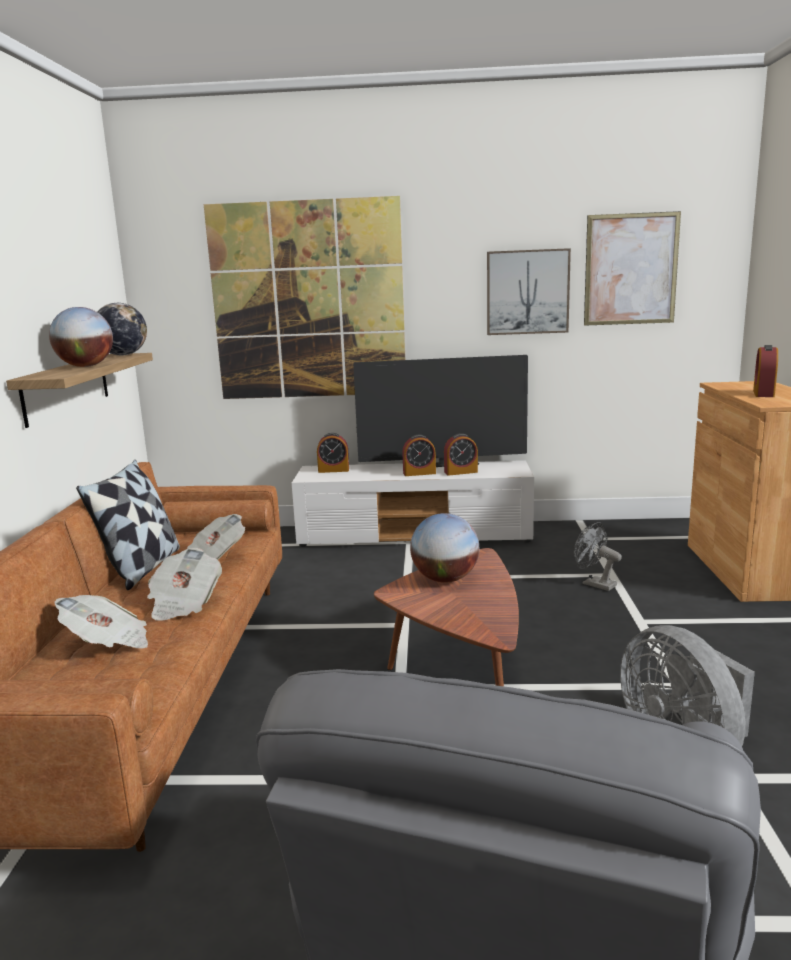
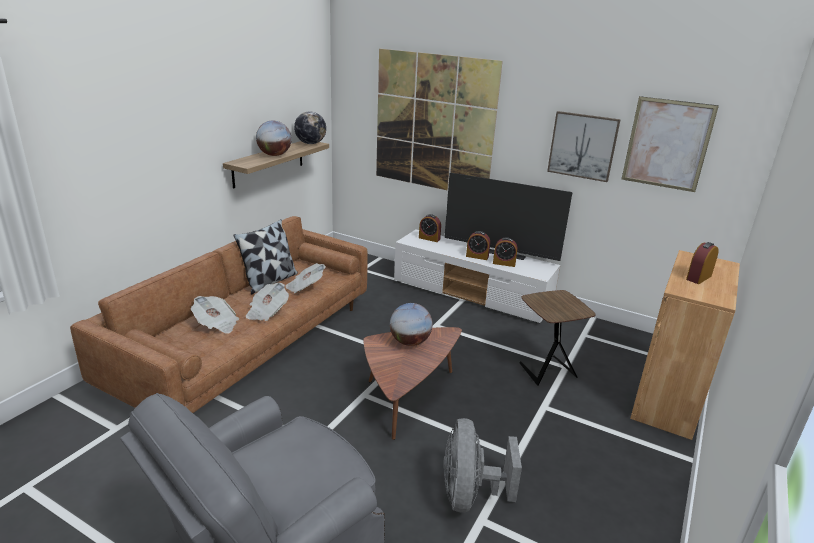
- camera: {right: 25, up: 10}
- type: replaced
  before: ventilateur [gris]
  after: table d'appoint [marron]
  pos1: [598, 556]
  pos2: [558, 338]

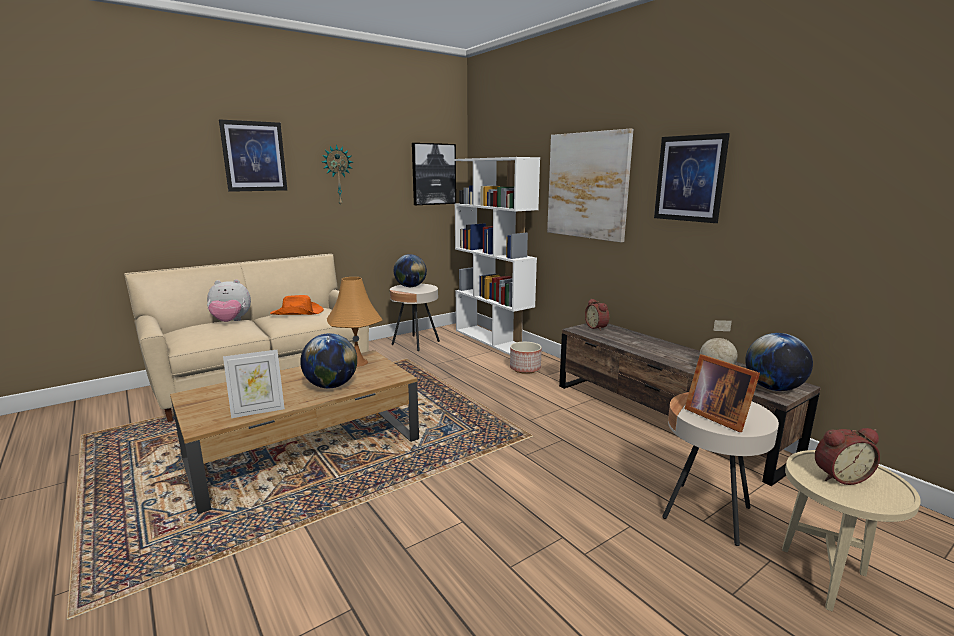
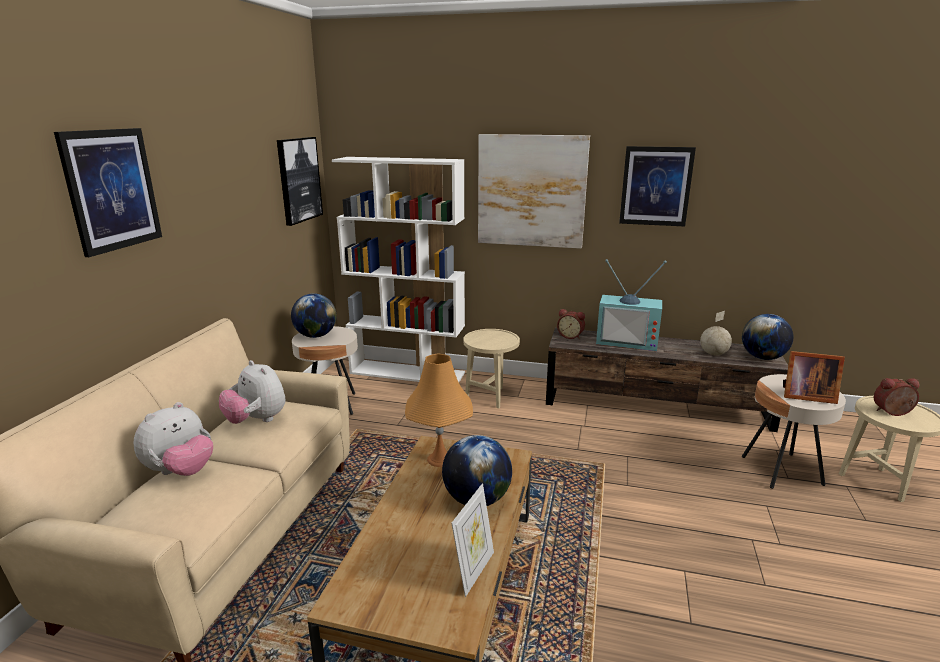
- camera: {right: -40, up: 5}
- type: replaced
  before: chapeau [orange]
  after: peluche
  pos1: [297, 305]
  pos2: [252, 392]
- type: replaced
  before: cache-pot
  after: table d'appoint [beige]
  pos1: [526, 358]
  pos2: [491, 369]
- type: added
  after: téléviseur
  pos2: [631, 305]
- type: turned
  before: réveil
  pos1: [847, 456]
  pos2: [896, 397]
  turn: -135
- type: removed
  before: horloge murale
  pos1: [337, 174]

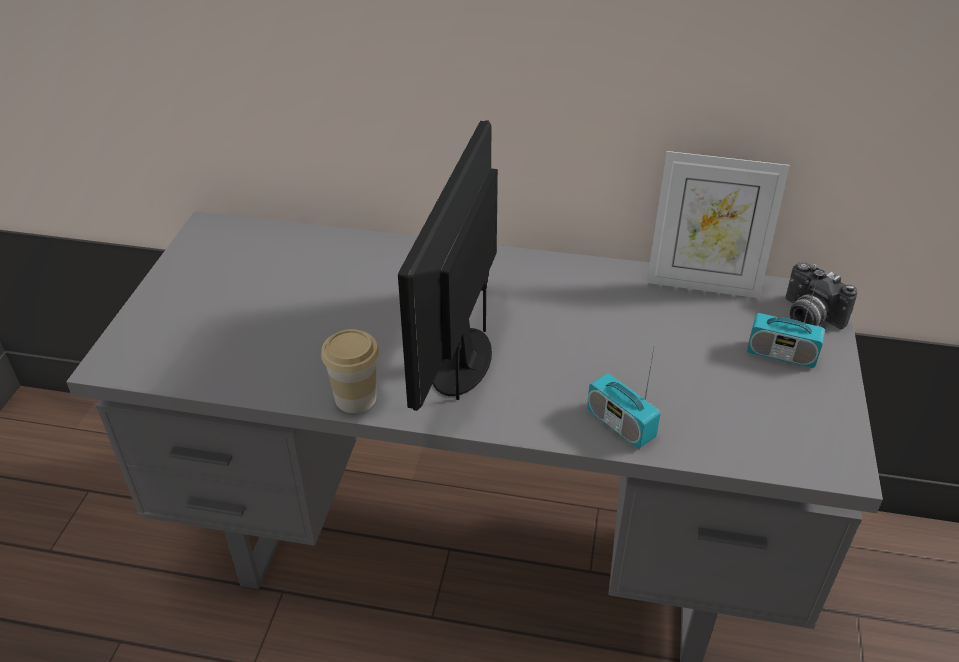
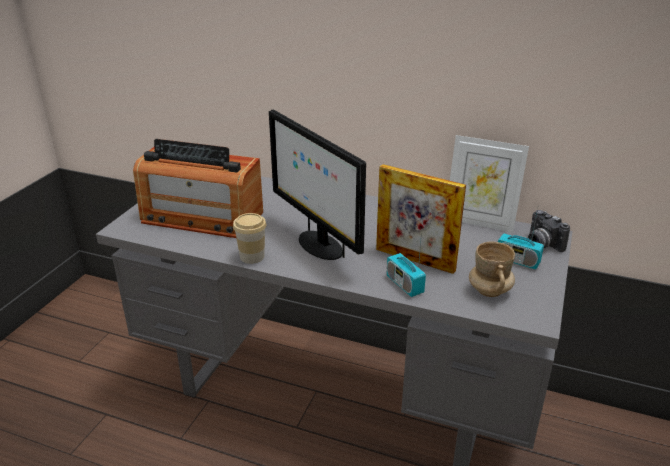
- camera: {right: 10, up: -10}
- type: added
  after: radio
  pos2: [198, 188]
- type: turned
  before: écran d'ordinateur
  pos1: [448, 265]
  pos2: [317, 184]
  turn: -60
- type: added
  after: cadre photo
  pos2: [421, 219]
- type: added
  after: mug [beige]
  pos2: [492, 269]

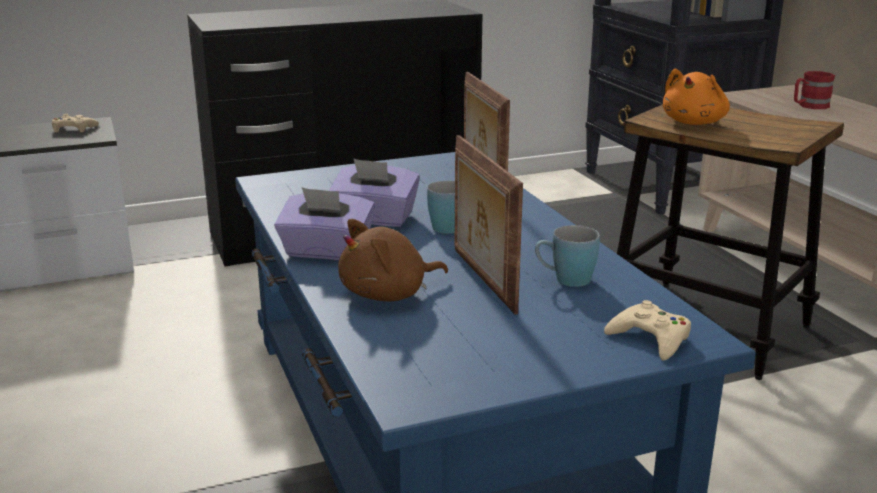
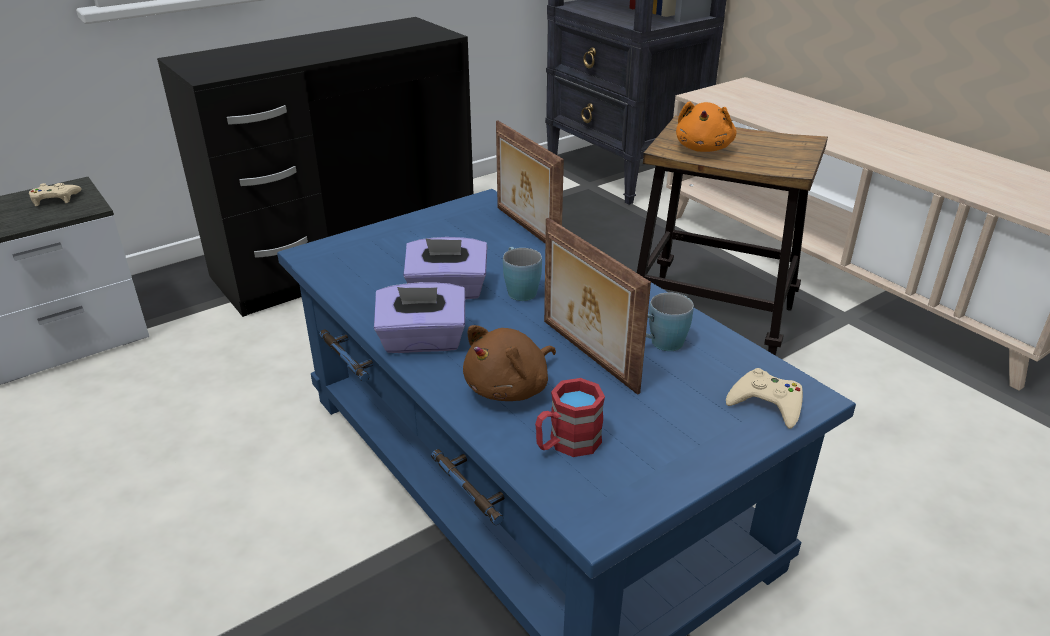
- camera: {right: -15, up: 10}
- type: moved
  before: mug [rouge]
  pos1: [814, 90]
  pos2: [570, 417]

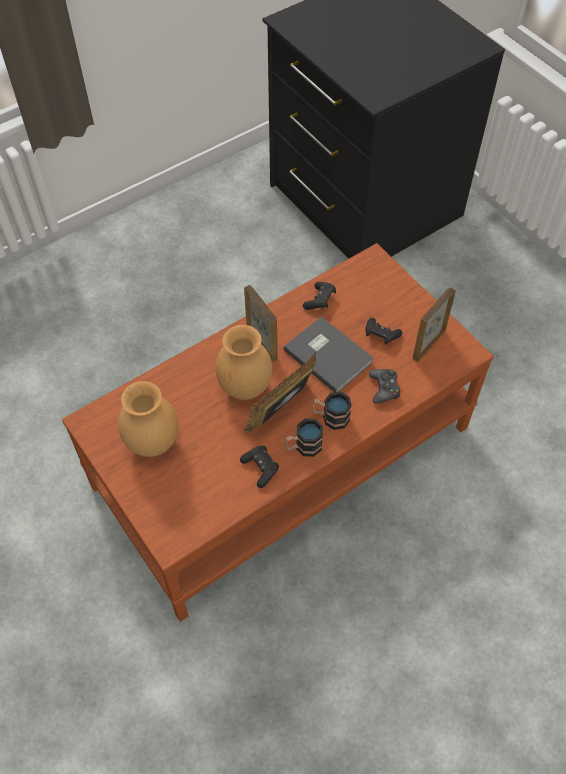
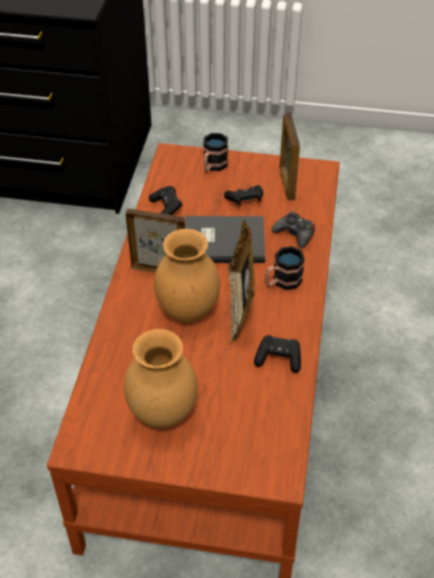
- camera: {right: -45, up: -10}
- type: moved
  before: mug
  pos1: [303, 438]
  pos2: [215, 152]

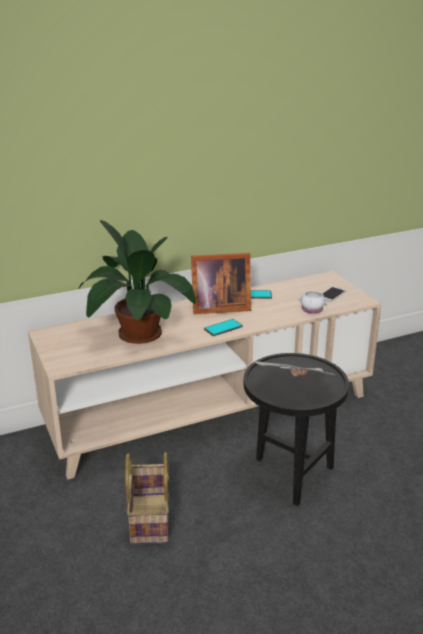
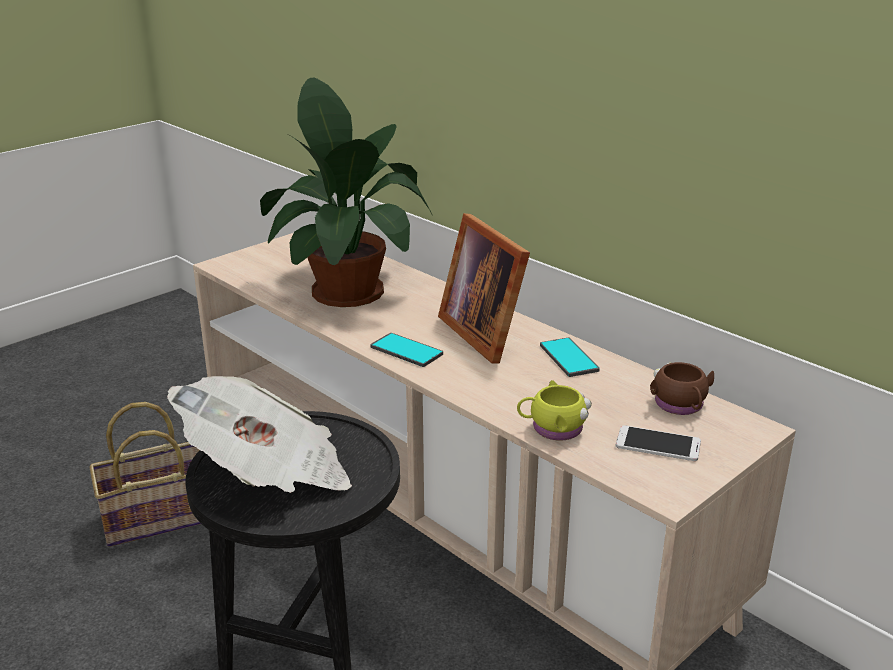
- camera: {right: 70, up: 0}
- type: recoloured
  before: mug [blanc]
  after: mug [jaune]
  pos1: [312, 302]
  pos2: [554, 410]
- type: added
  after: mug [marron]
  pos2: [682, 388]

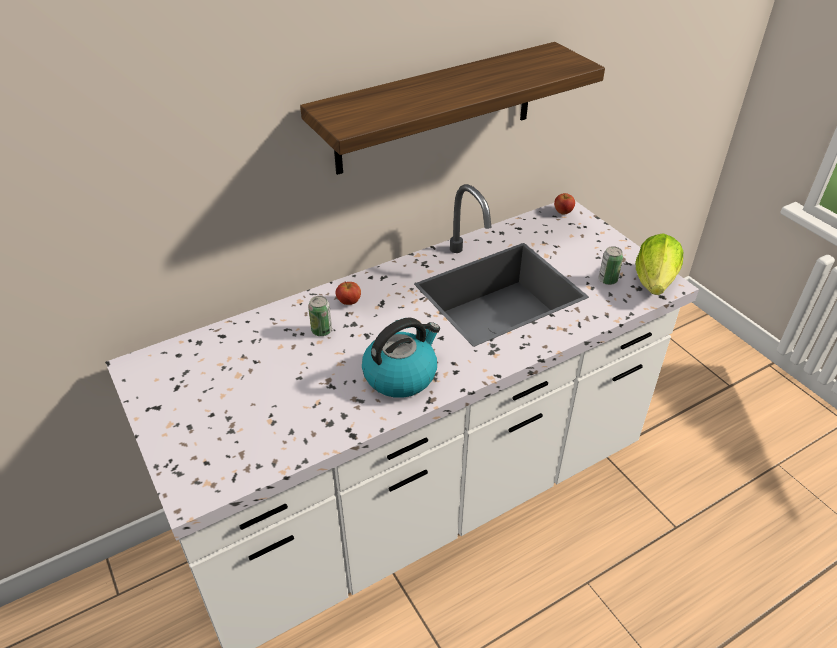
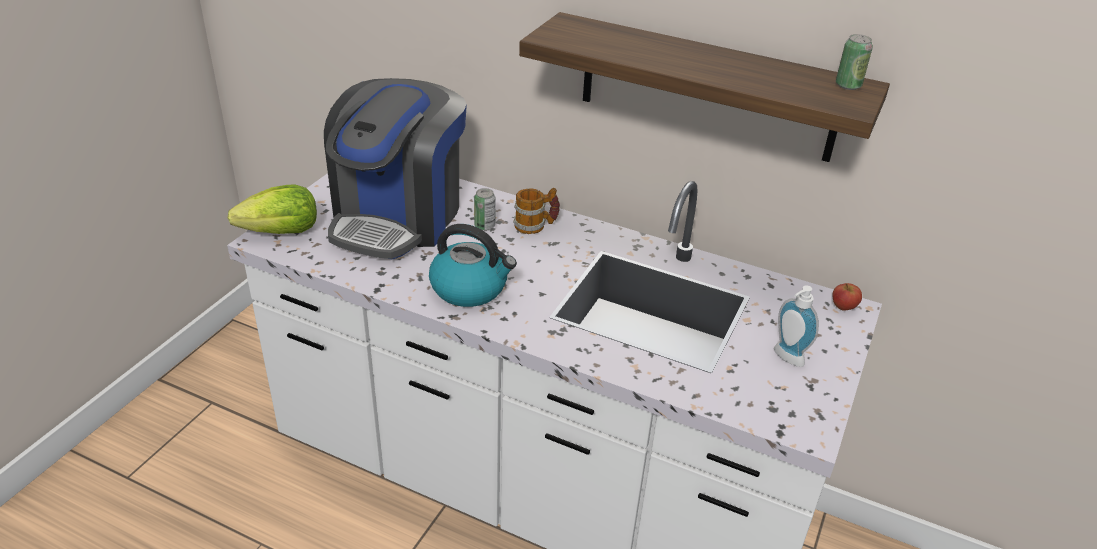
- camera: {right: 55, up: -5}
- type: moved
  before: laitue
  pos1: [659, 264]
  pos2: [272, 209]
- type: added
  after: machine à café
  pos2: [395, 169]
- type: replaced
  before: pomme
  after: mug
  pos1: [348, 293]
  pos2: [536, 211]
- type: added
  after: distributeur de savon
  pos2: [796, 326]
- type: moved
  before: boîte métallique
  pos1: [611, 265]
  pos2: [854, 62]

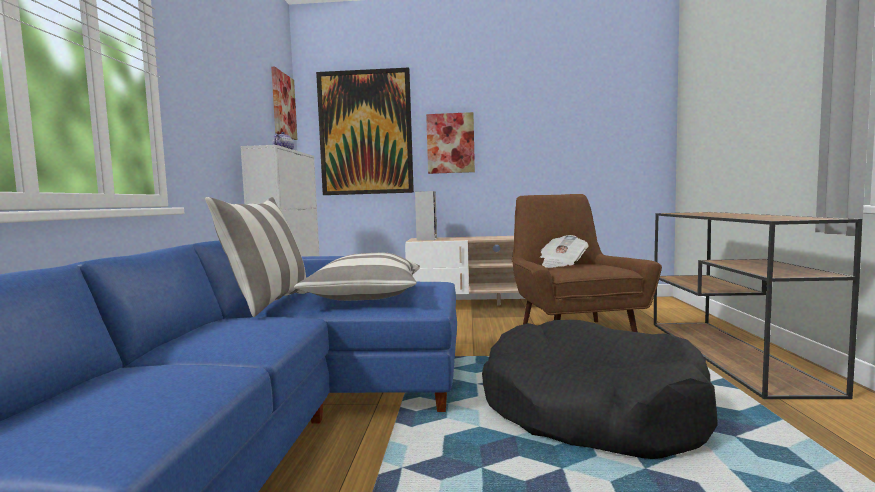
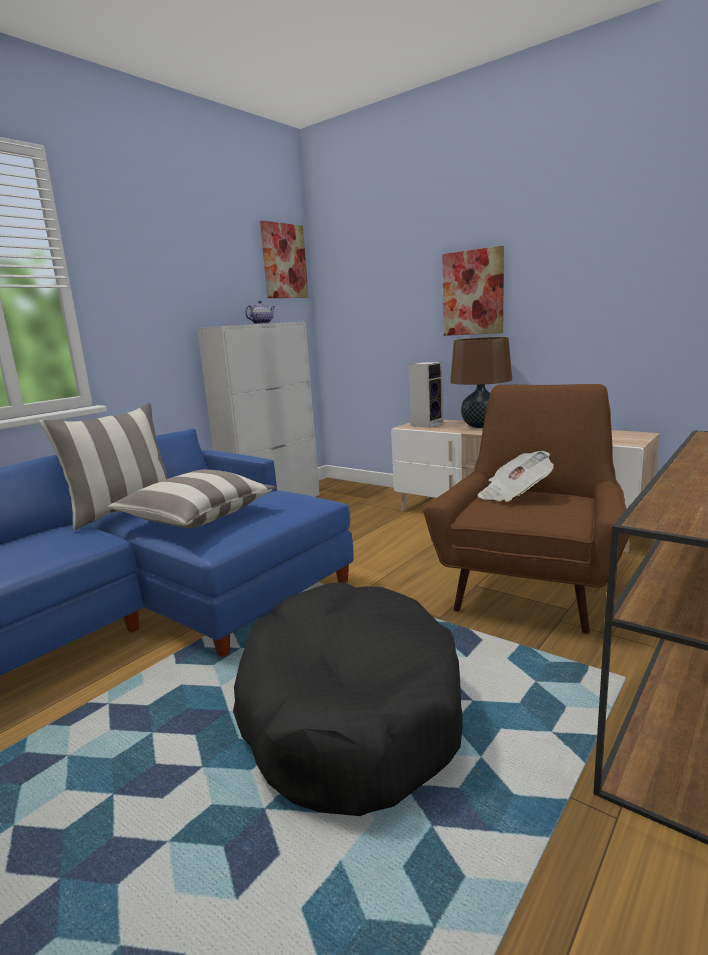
- camera: {right: 35, up: 10}
- type: added
  after: lampe de table [marron]
  pos2: [481, 382]
- type: removed
  before: tableau
  pos1: [365, 131]

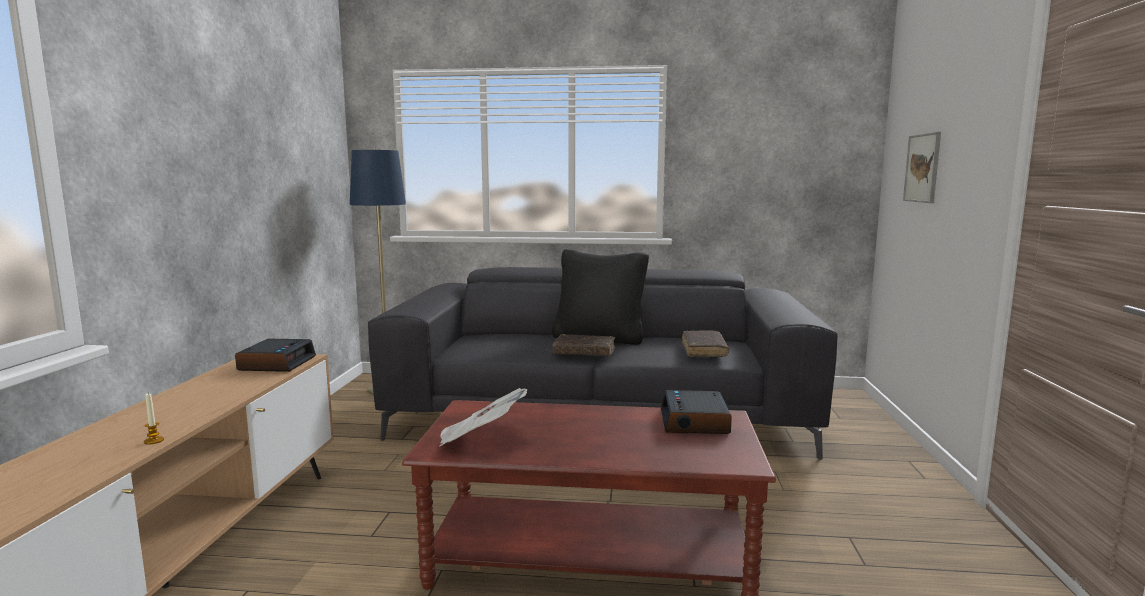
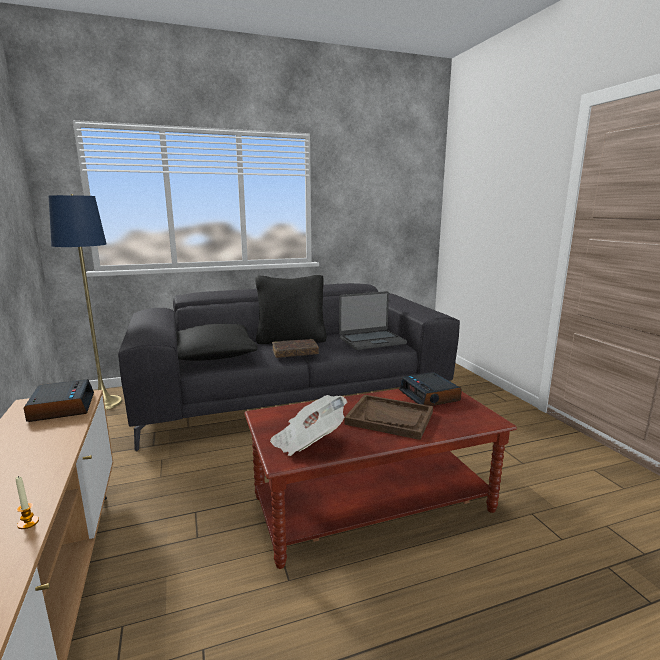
- camera: {right: -25, up: 5}
- type: added
  after: coussin [noir]
  pos2: [217, 342]
- type: replaced
  before: livre [marron]
  after: ordinateur portable
  pos1: [705, 343]
  pos2: [373, 320]
- type: added
  after: plateau [marron]
  pos2: [388, 417]
- type: removed
  before: tableau
  pos1: [922, 167]

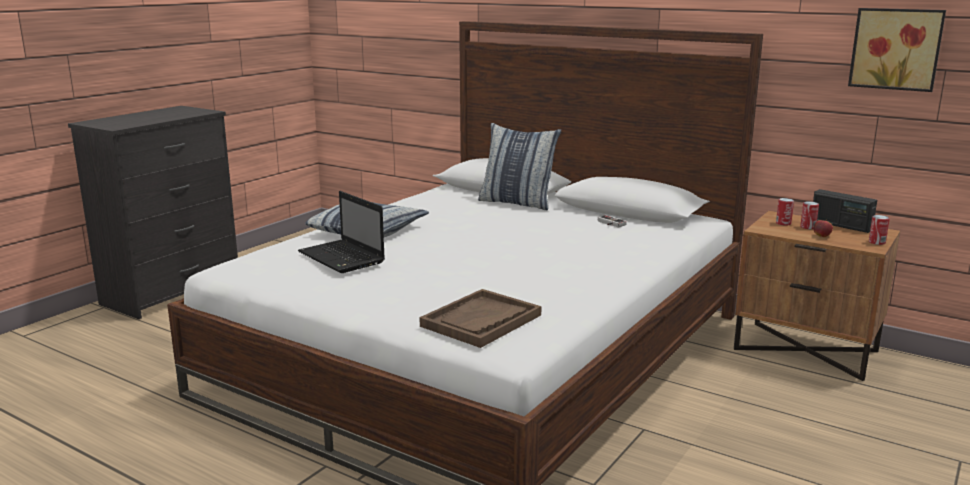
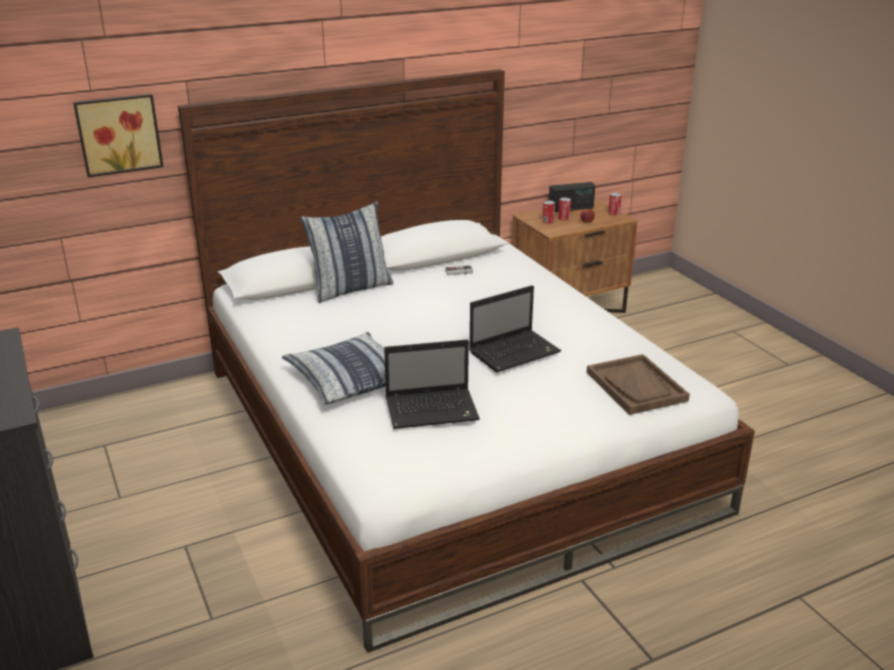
- camera: {right: -60, up: 10}
- type: moved
  before: tableau
  pos1: [897, 50]
  pos2: [118, 135]
- type: added
  after: ordinateur portable
  pos2: [515, 328]

